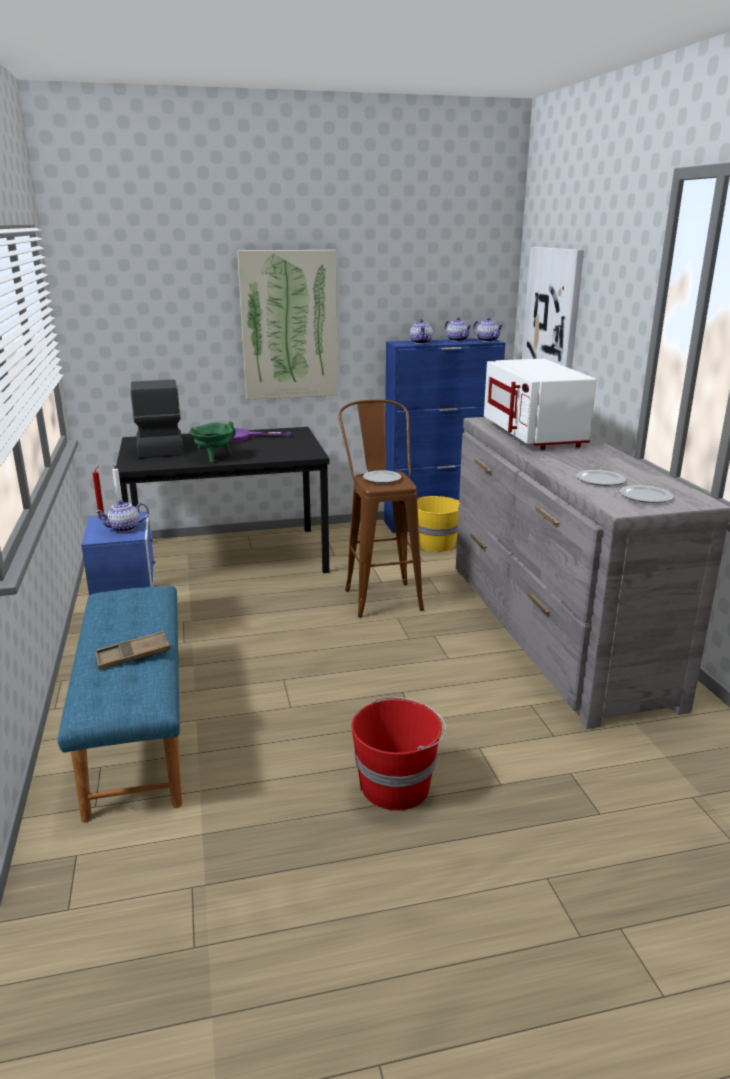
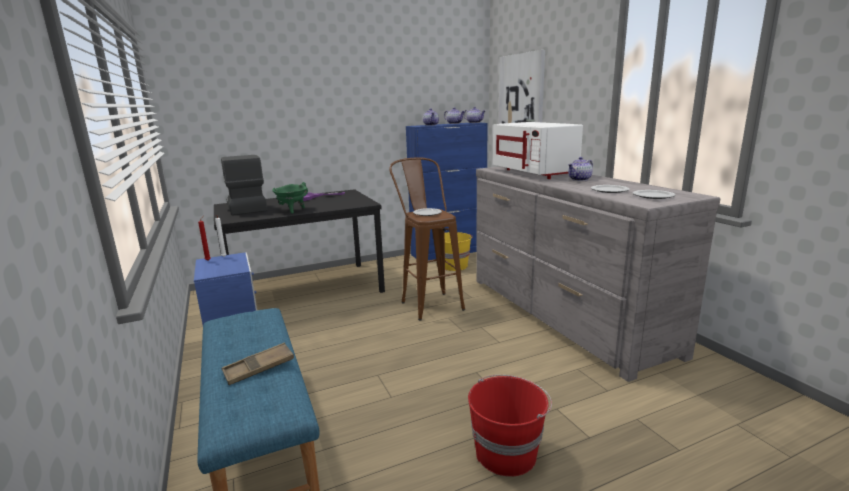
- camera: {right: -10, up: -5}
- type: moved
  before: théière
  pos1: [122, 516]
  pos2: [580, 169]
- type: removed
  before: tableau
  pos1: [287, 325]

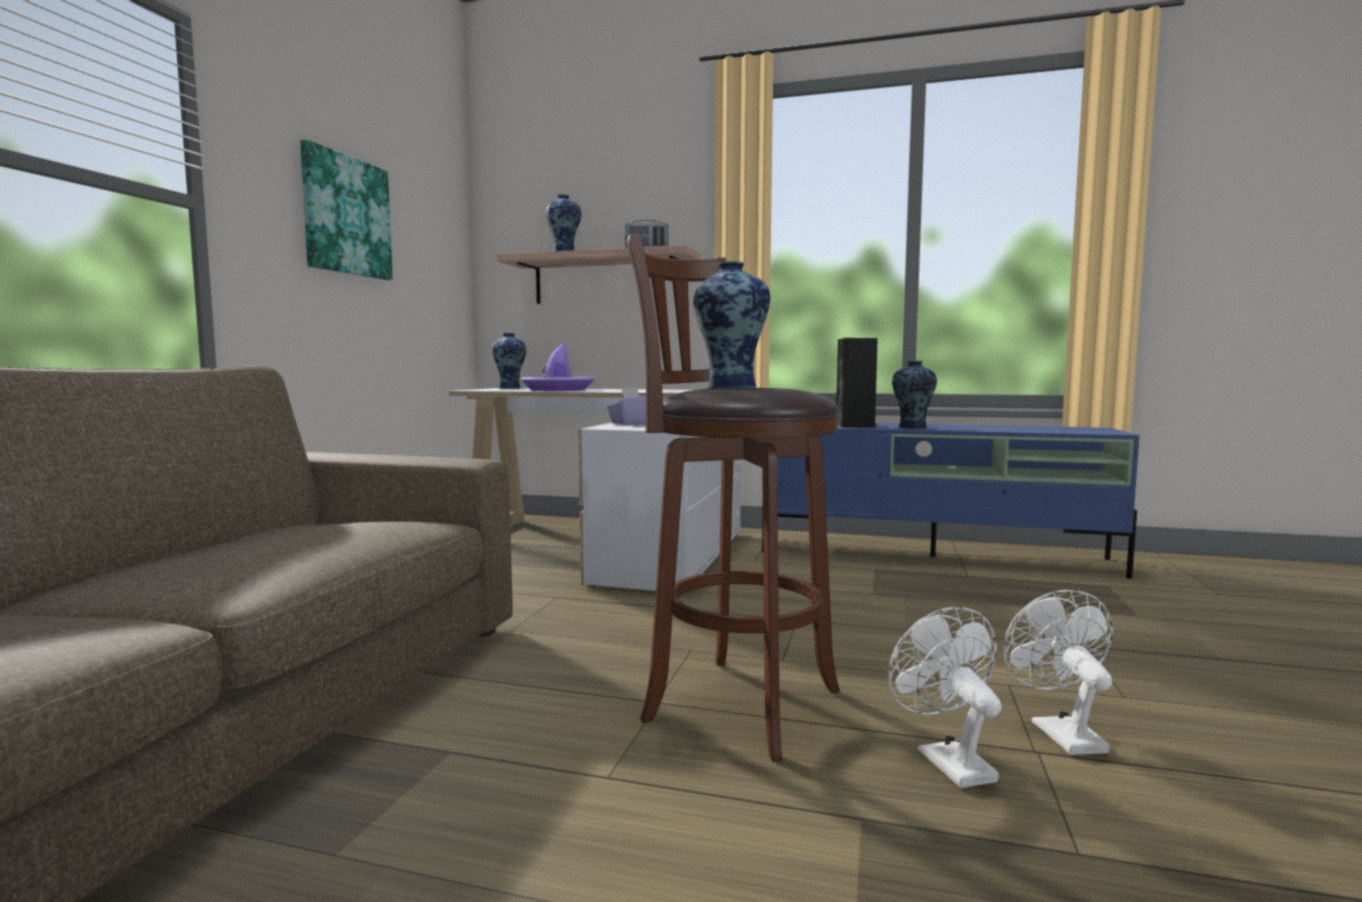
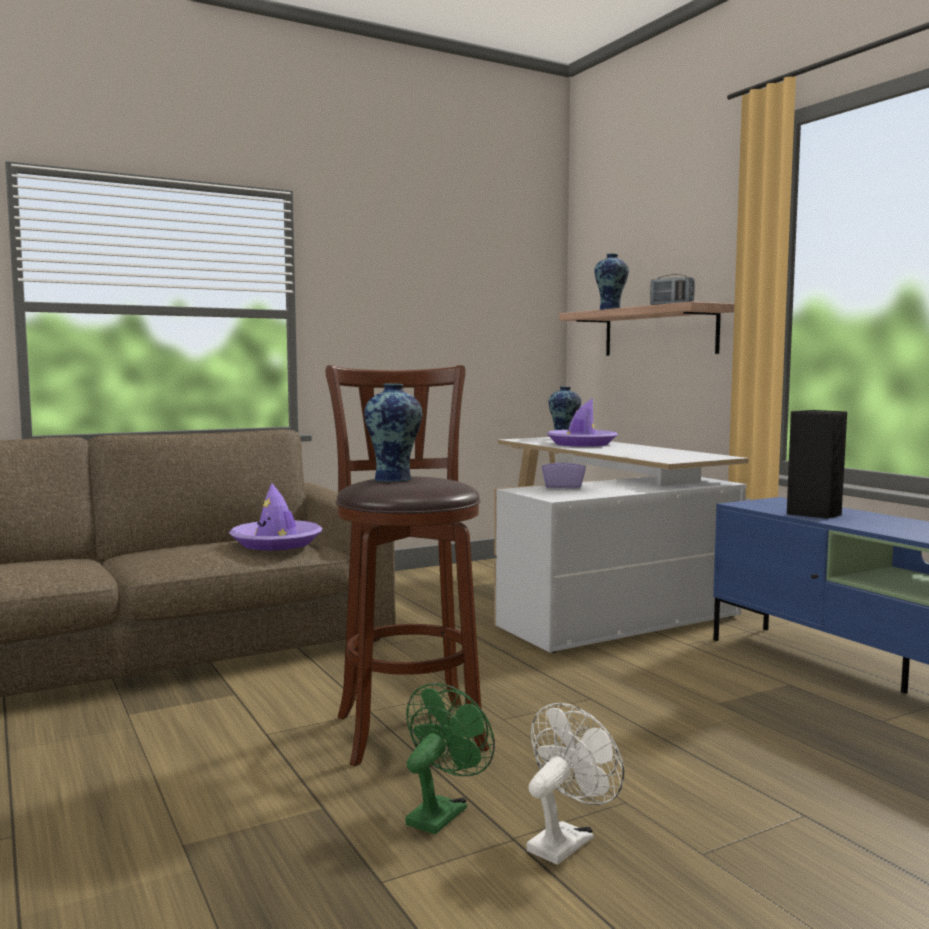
- camera: {right: 45, up: 0}
- type: added
  after: chapeau [violet]
  pos2: [275, 516]
- type: recoloured
  before: ventilateur [blanc]
  after: ventilateur [vert]
  pos1: [944, 697]
  pos2: [450, 758]
- type: removed
  before: tableau
  pos1: [346, 209]
- type: removed
  before: vase
  pos1: [914, 394]

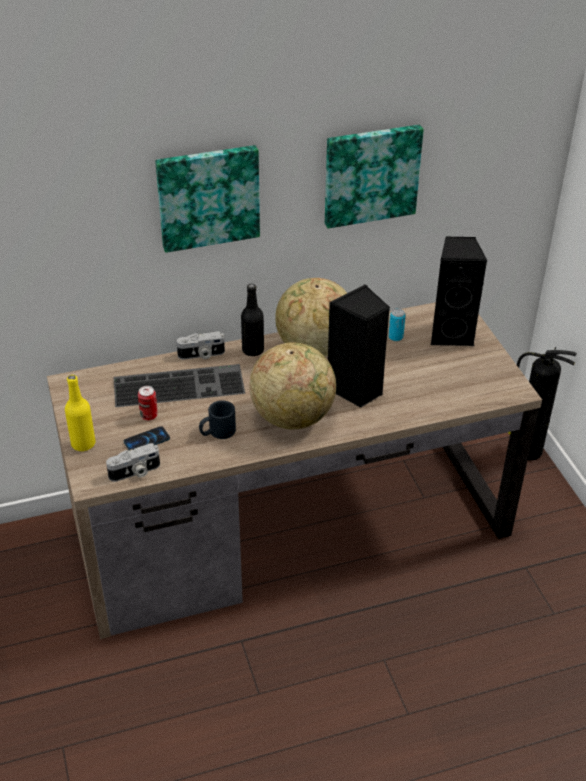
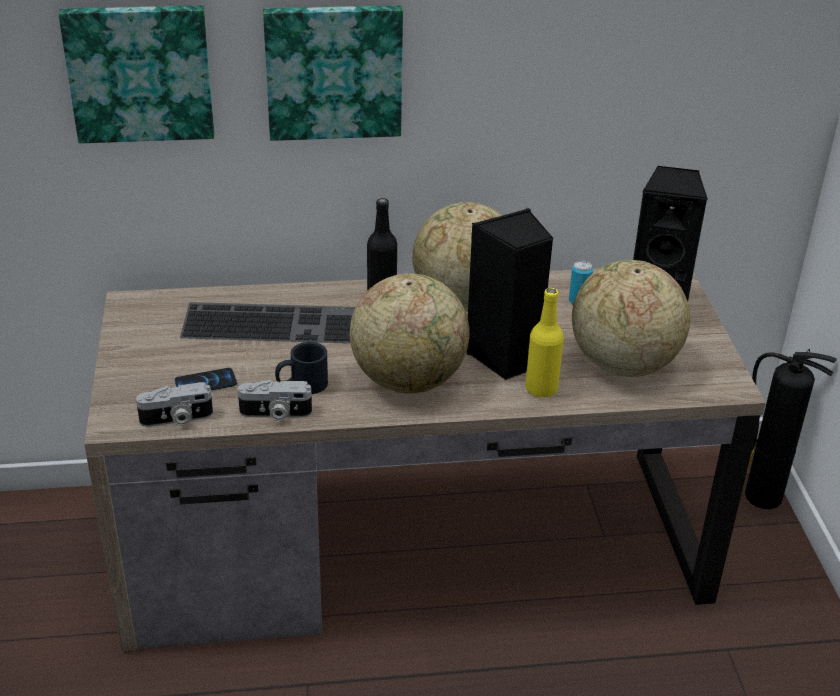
- camera: {right: 10, up: -5}
- type: moved
  before: tableau
  pos1: [374, 177]
  pos2: [136, 74]
- type: moved
  before: appareil photo
  pos1: [201, 345]
  pos2: [275, 400]
- type: moved
  before: bouteille [jaune]
  pos1: [80, 413]
  pos2: [544, 343]
- type: added
  after: globe
  pos2: [631, 318]
- type: removed
  before: boîte métallique
  pos1: [148, 403]

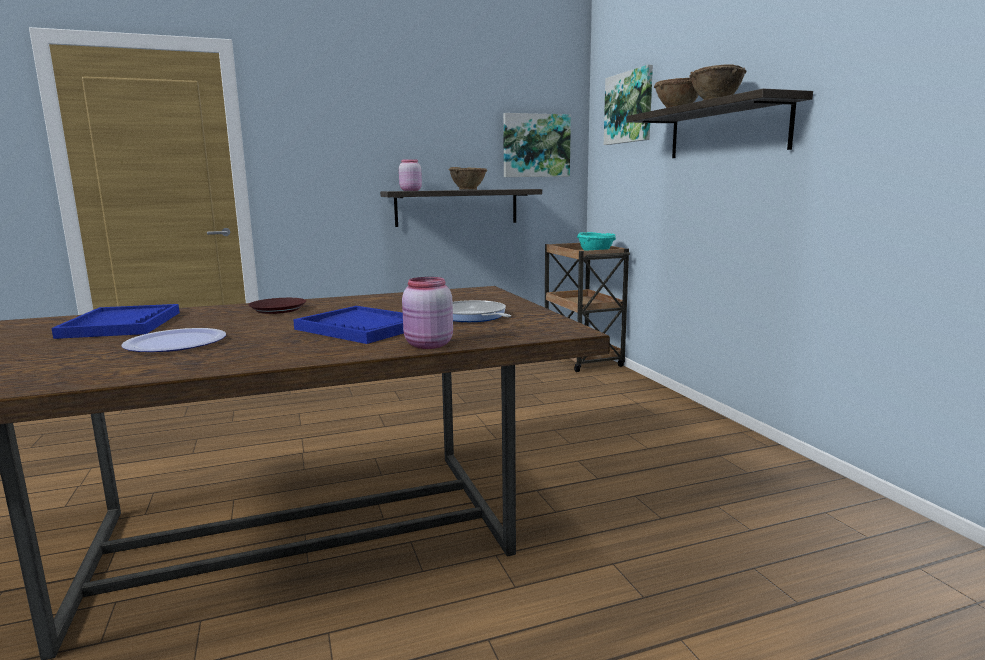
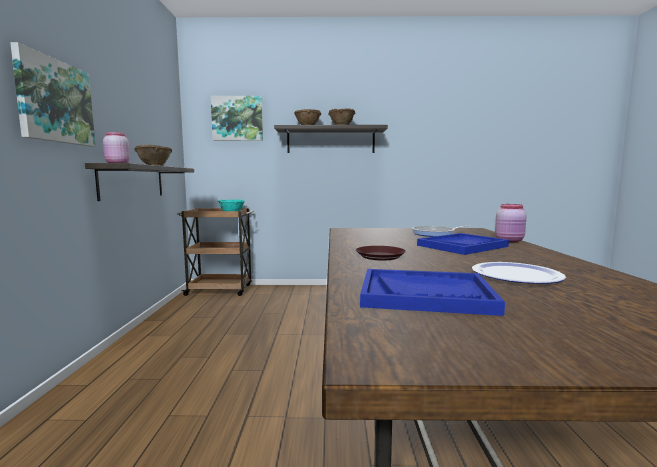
- camera: {right: -70, up: -5}
- type: moved
  before: tableau
  pos1: [537, 145]
  pos2: [52, 94]

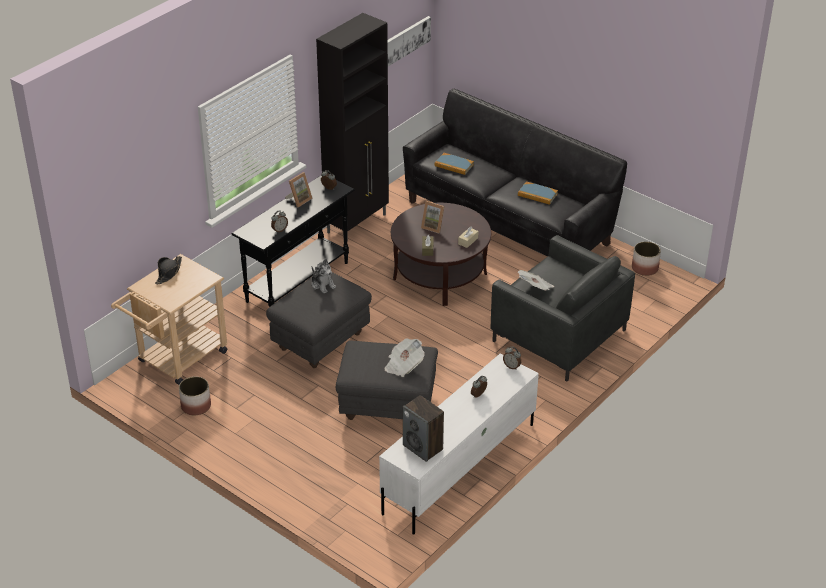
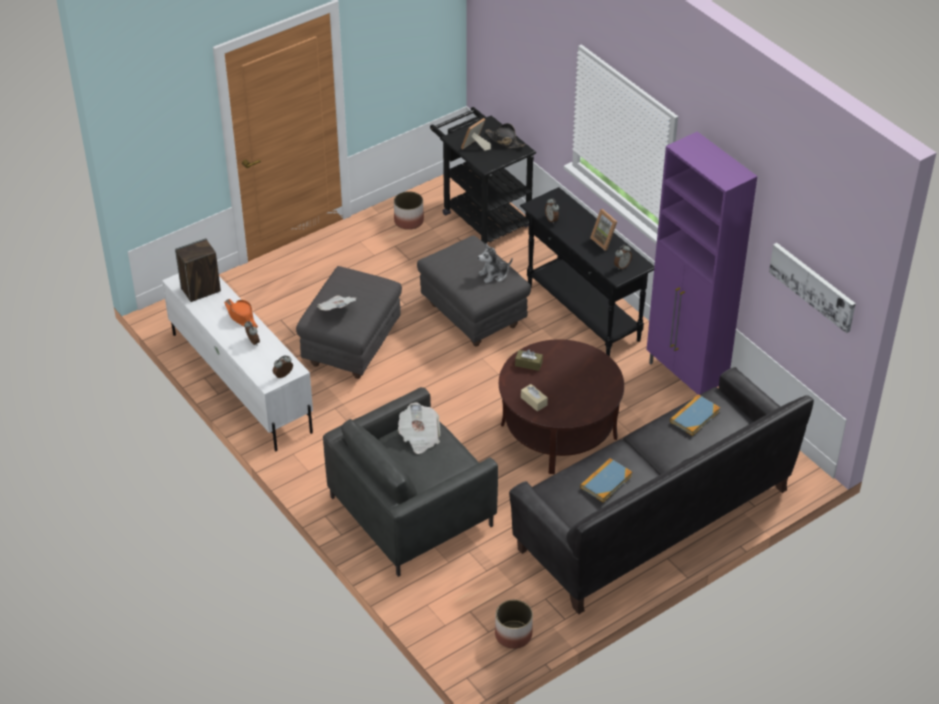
- camera: {right: 105, up: 5}
- type: added
  after: chapeau [orange]
  pos2: [241, 314]
- type: recoloured
  before: chariot [beige]
  after: chariot [noir]
  pos1: [169, 319]
  pos2: [483, 175]
- type: moved
  before: cadre photo
  pos1: [433, 217]
  pos2: [476, 134]
- type: recoloured
  before: meuble de rangement [noir]
  after: meuble de rangement [violet]
  pos1: [352, 127]
  pos2: [702, 263]

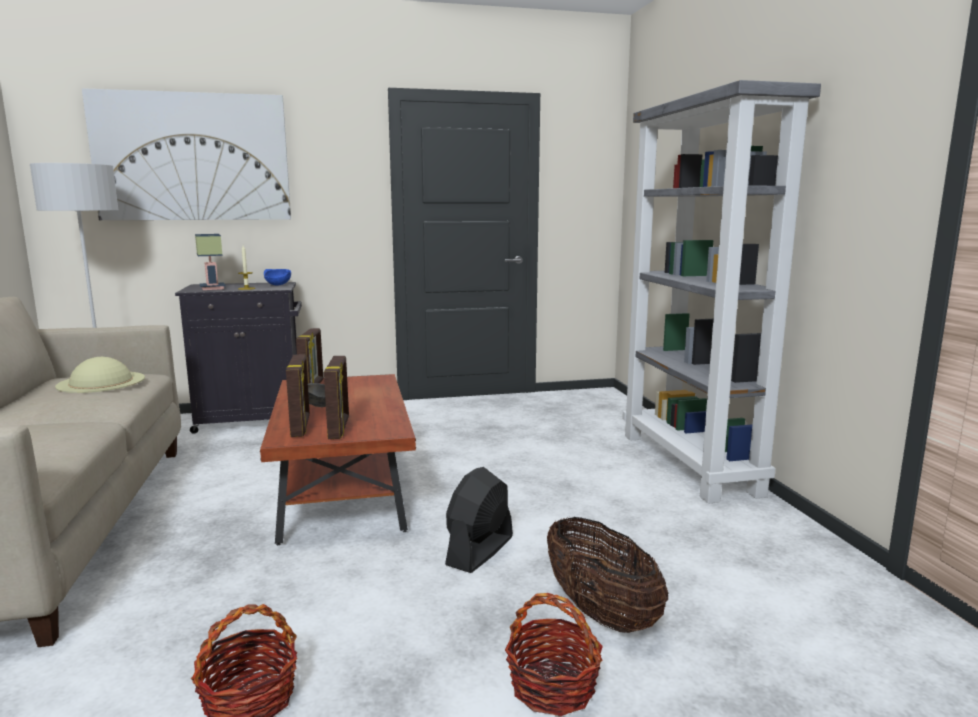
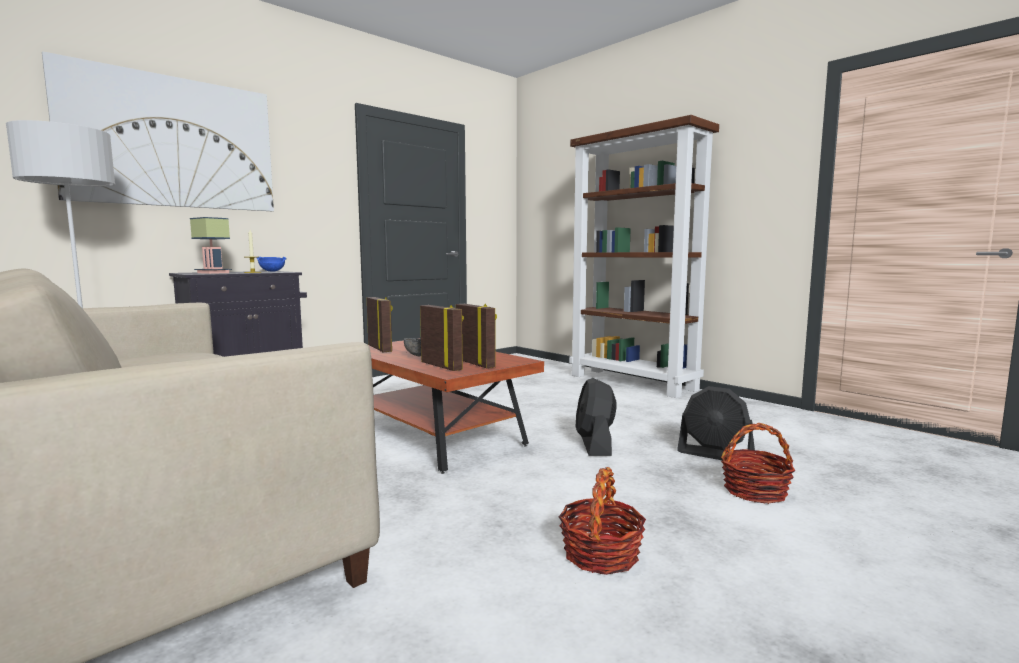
- camera: {right: -30, up: -5}
- type: recoloured
  before: bibliothèque [gris]
  after: bibliothèque [marron]
  pos1: [721, 291]
  pos2: [644, 256]
- type: replaced
  before: panier
  after: ventilateur [noir]
  pos1: [607, 575]
  pos2: [716, 424]
- type: removed
  before: chapeau [beige]
  pos1: [100, 375]

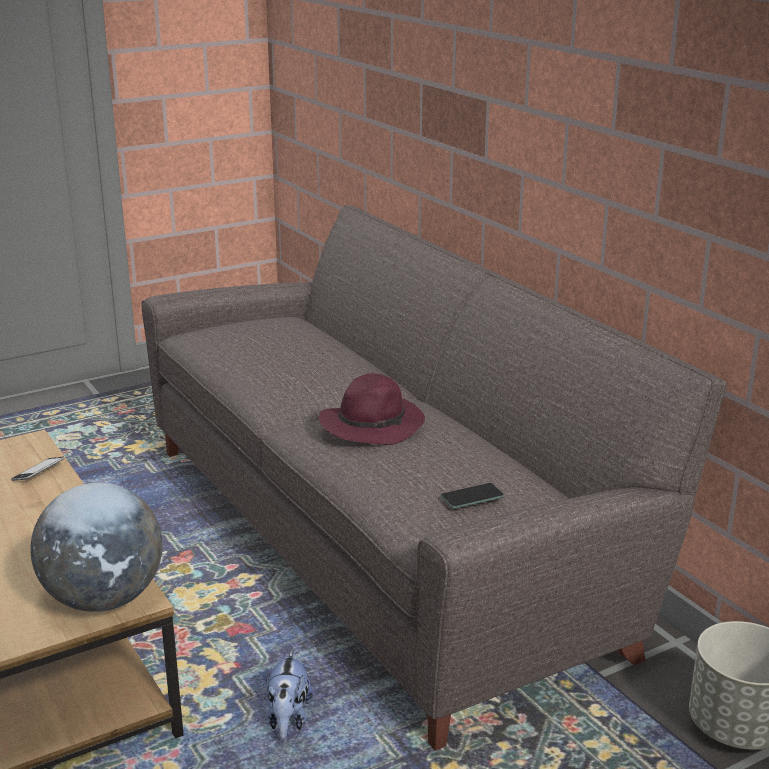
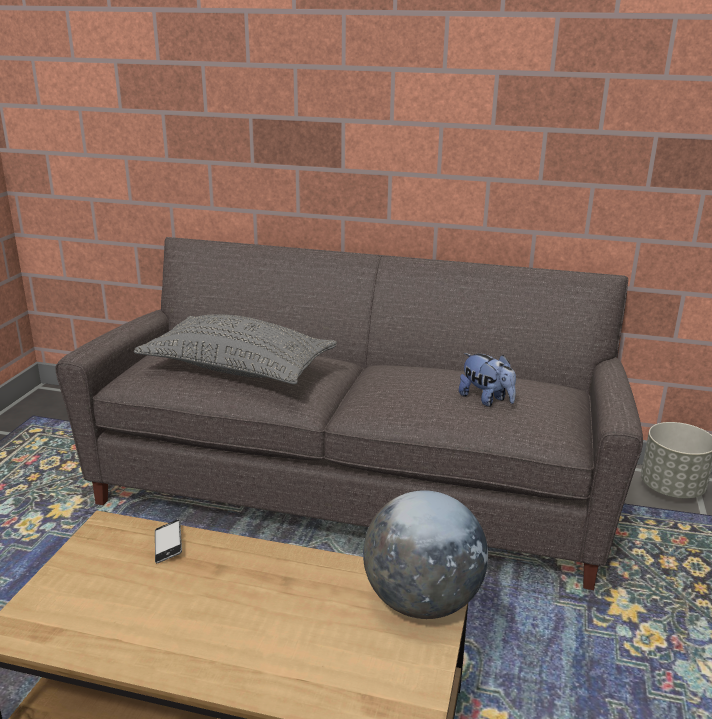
- camera: {right: -45, up: 0}
- type: added
  after: coussin [gris]
  pos2: [235, 349]
- type: moved
  before: peluche
  pos1: [290, 695]
  pos2: [487, 380]
- type: removed
  before: chapeau [violet]
  pos1: [372, 409]
- type: removed
  before: téléphone
  pos1: [472, 496]

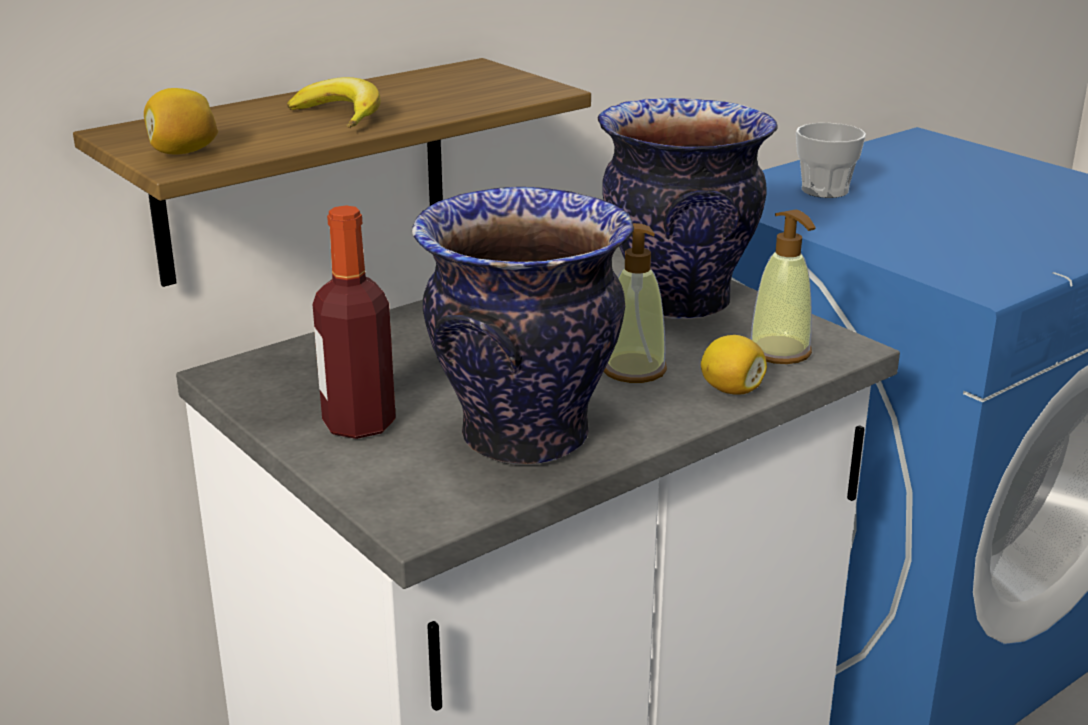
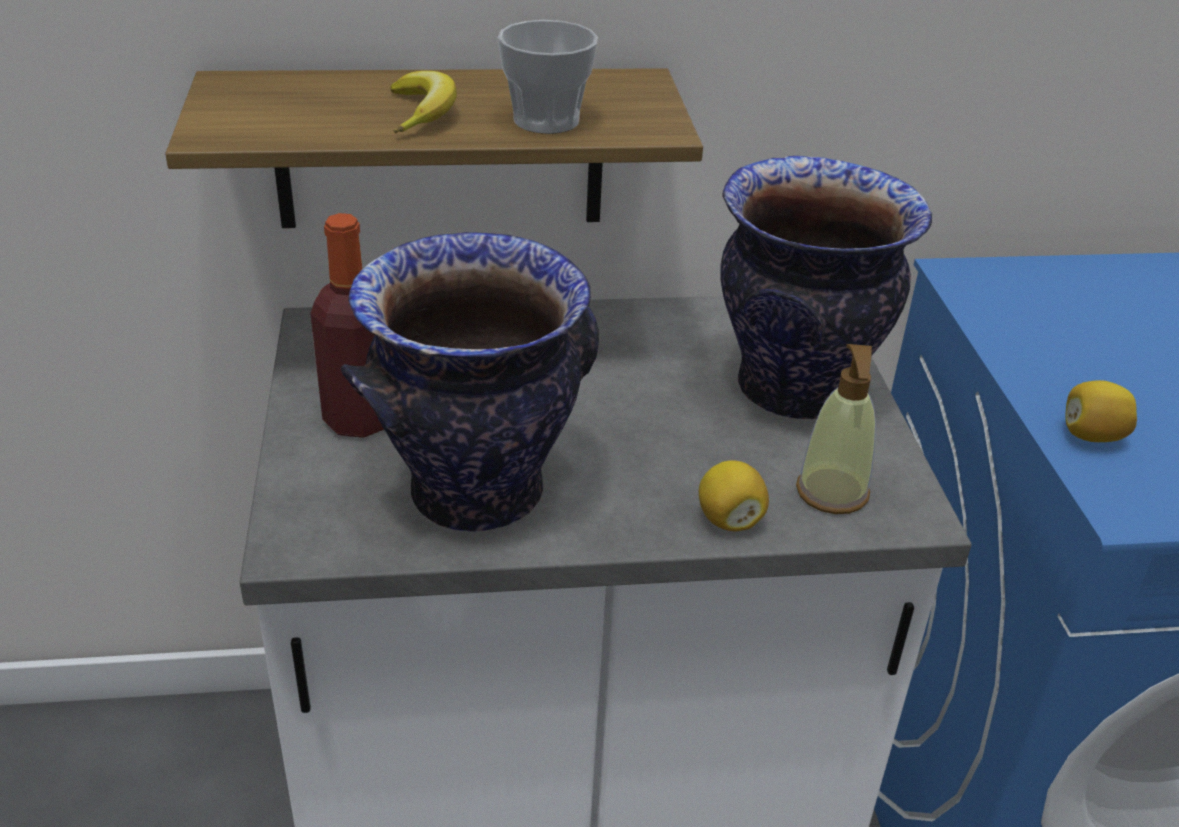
- camera: {right: 30, up: 10}
- type: moved
  before: tasse
  pos1: [831, 160]
  pos2: [548, 77]
- type: moved
  before: citron
  pos1: [181, 121]
  pos2: [1101, 411]
- type: removed
  before: distributeur de savon
  pos1: [635, 303]

